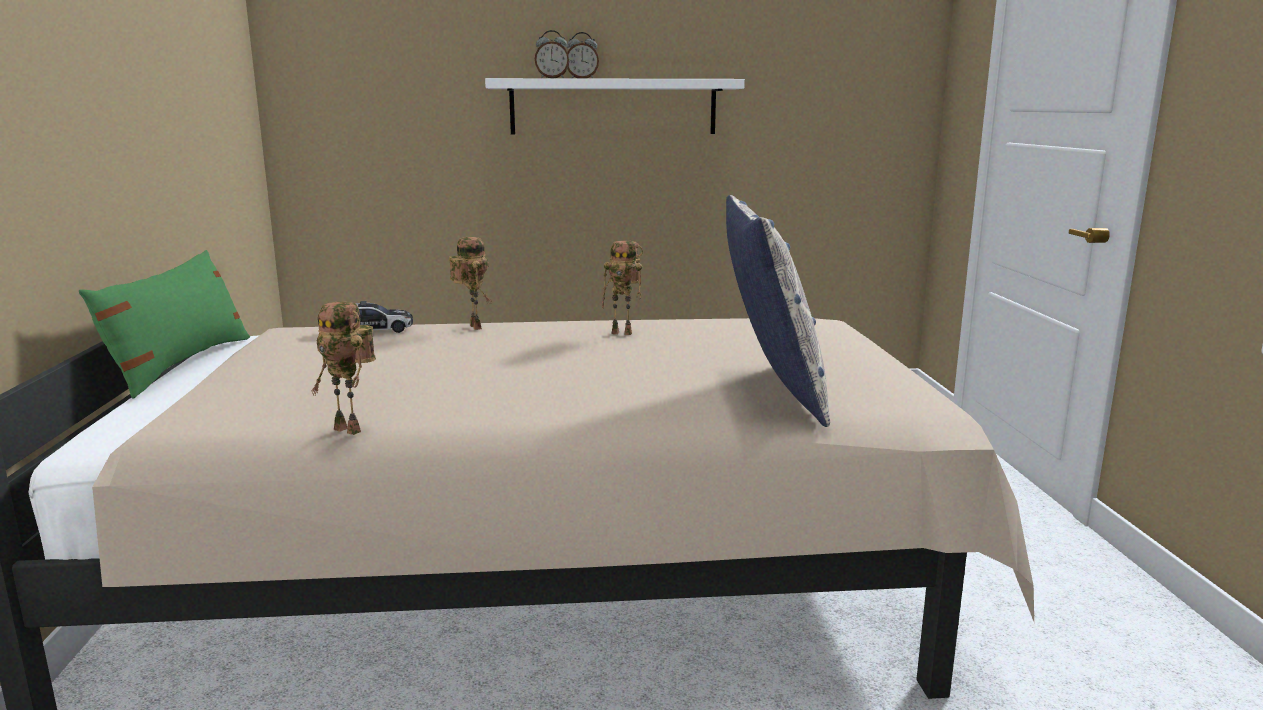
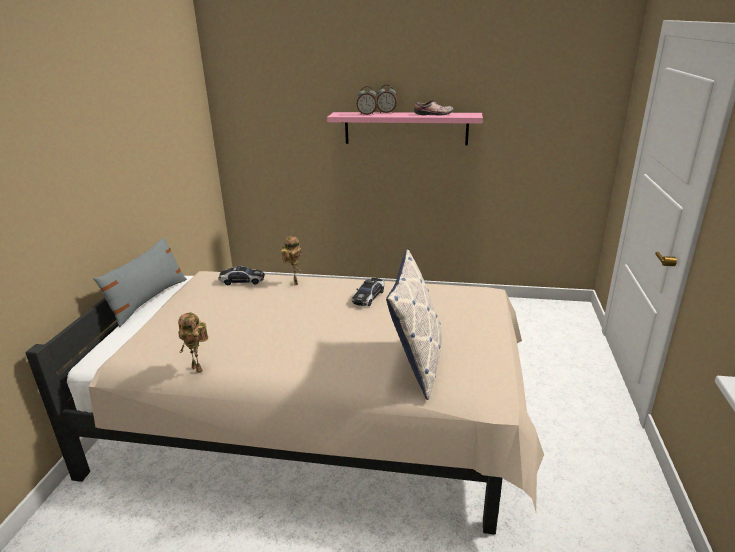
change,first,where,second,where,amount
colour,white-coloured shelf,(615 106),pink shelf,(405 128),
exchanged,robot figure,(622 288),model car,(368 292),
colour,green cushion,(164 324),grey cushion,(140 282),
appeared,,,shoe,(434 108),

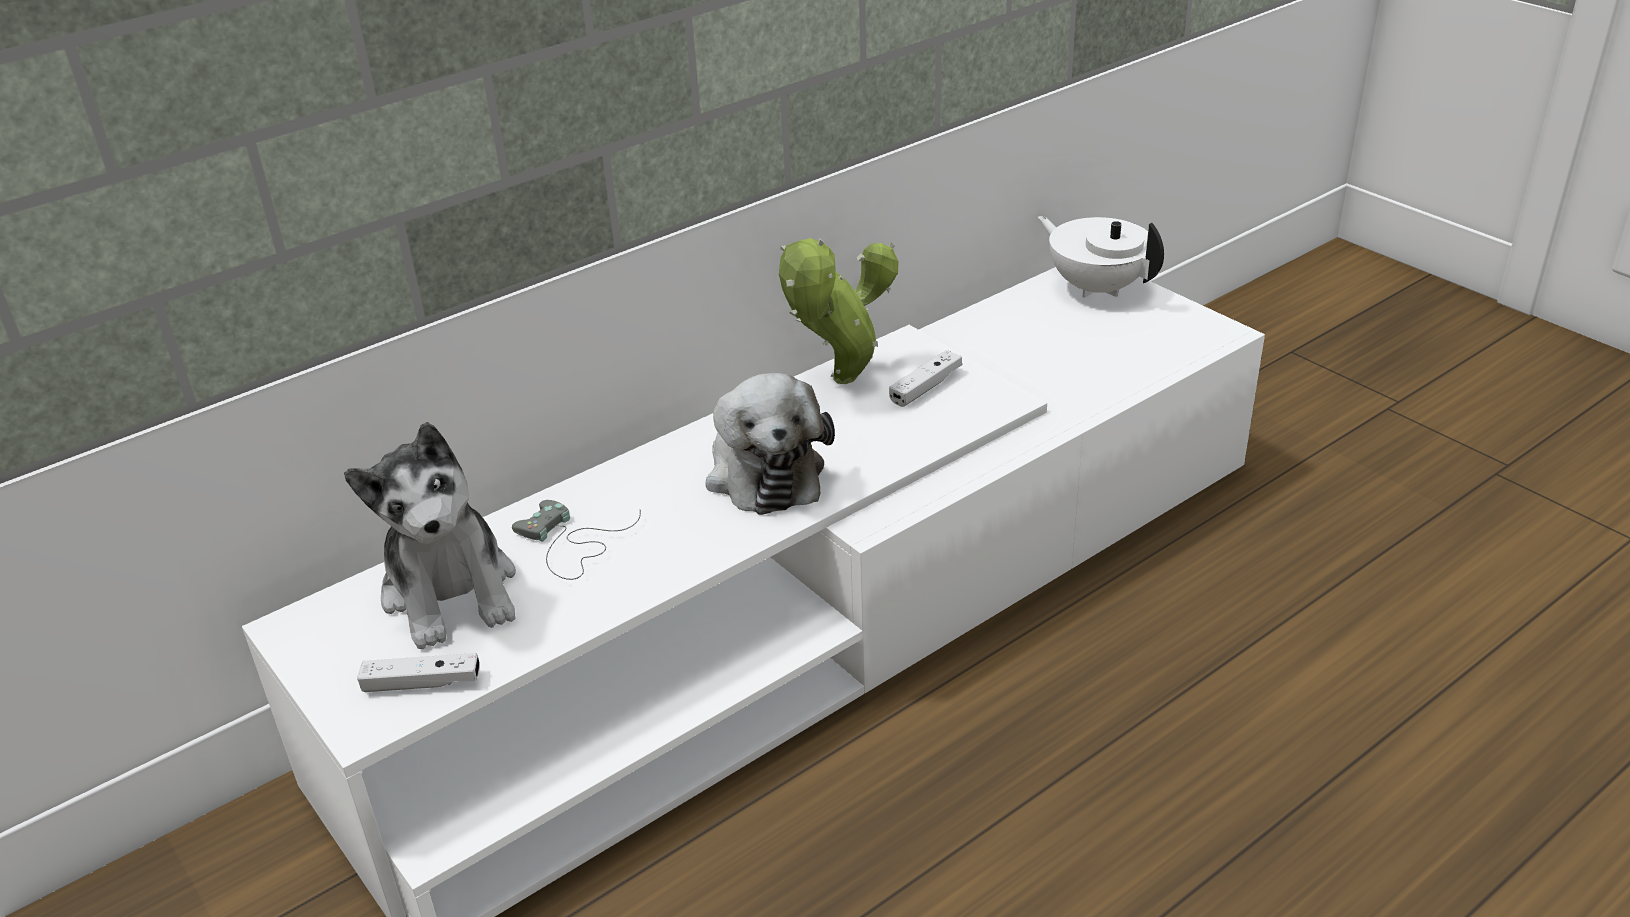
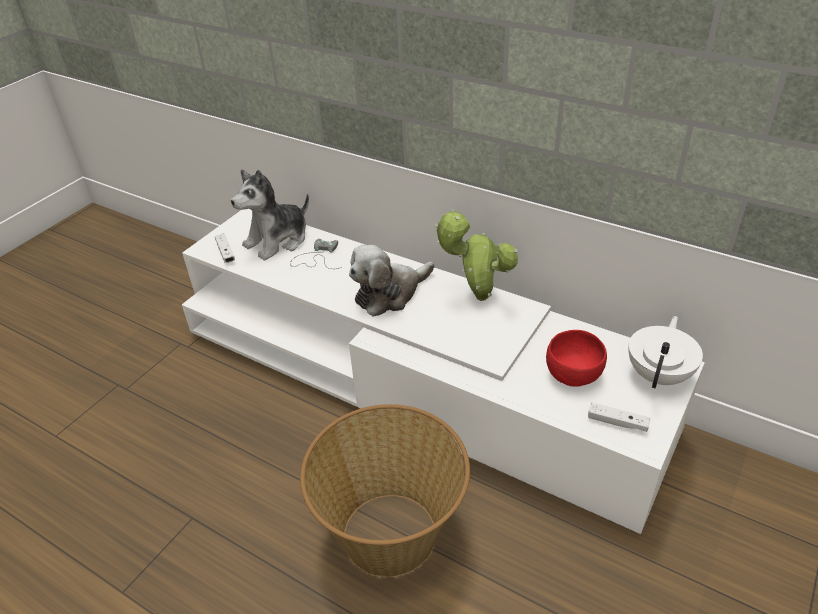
change,first,where,second,where,amount
relocated,white-coloured game controller,(925 378),,(619 417),
appeared,,,reddish serving bowl,(576 358),
appeared,,,storage basket,(385 490),

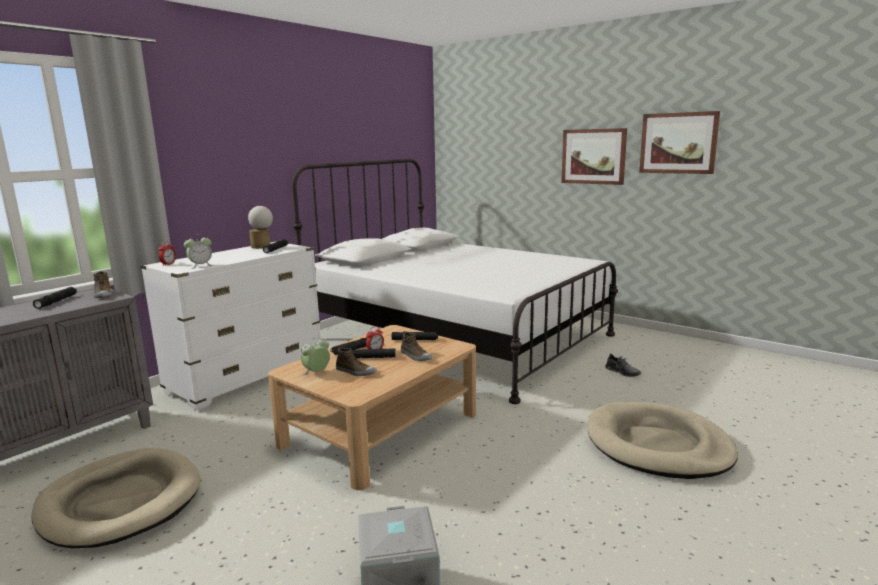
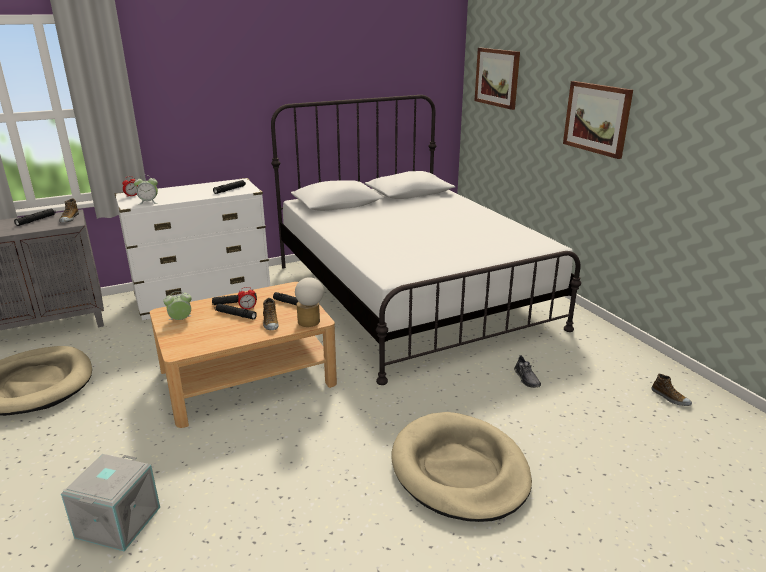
change,first,where,second,where,amount
relocated,wall picture,(679 142),,(497 79),
relocated,table lamp,(260 227),,(309 302),
relocated,shoe,(356 361),,(671 390),

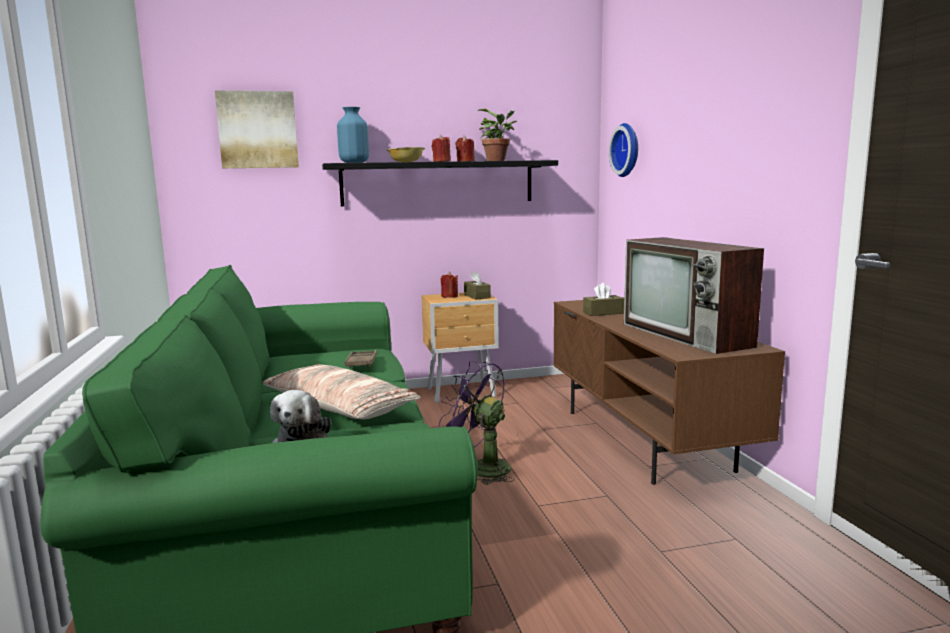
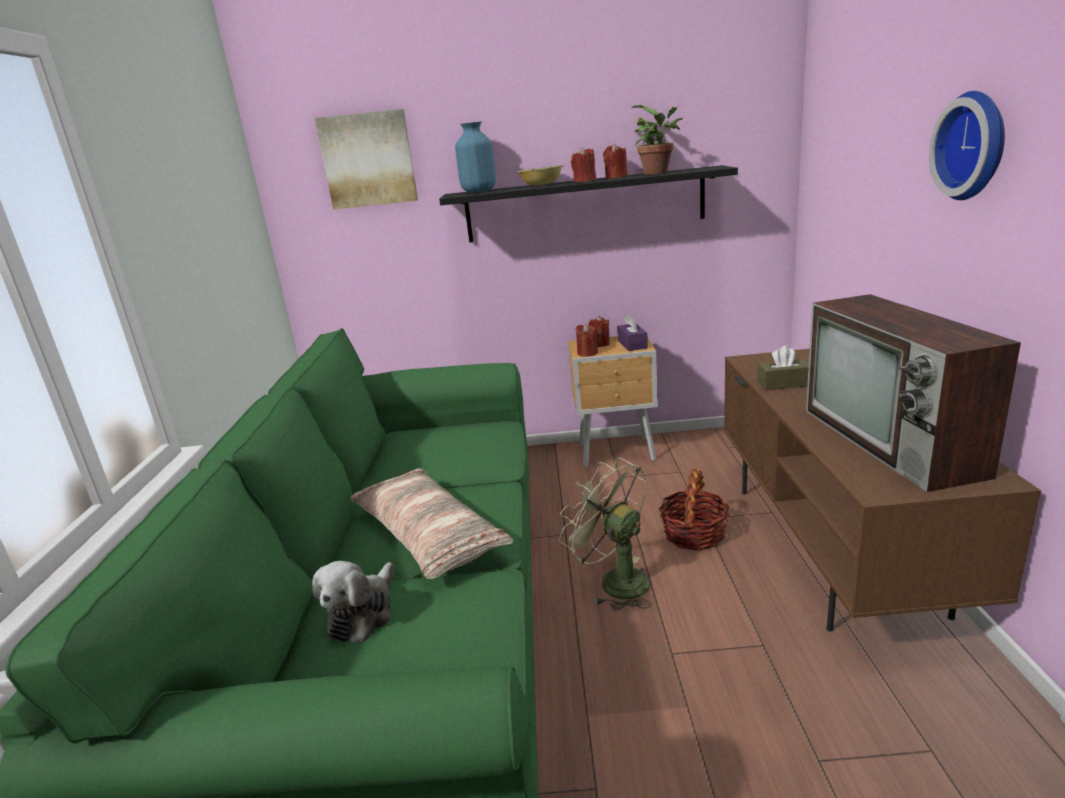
change,first,where,second,where,amount
relocated,hanging clock,(623 150),,(967 145),
colour,brown-coloured box of tissues,(477 285),purplish box of tissues,(632 332),
missing,brown-coloured carrying tray,(360 359),,,
colour,purplish electric fan,(476 423),green electric fan,(605 534),
appeared,,,reddish wax light,(587 340),
appeared,,,storage basket,(694 509),

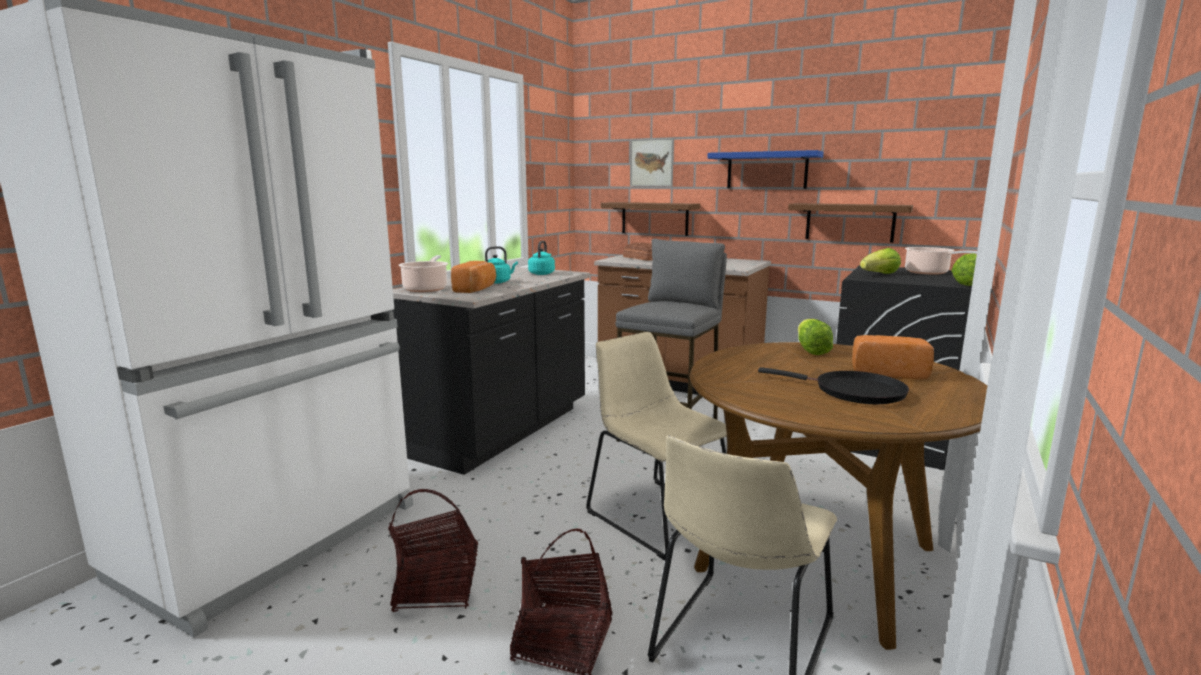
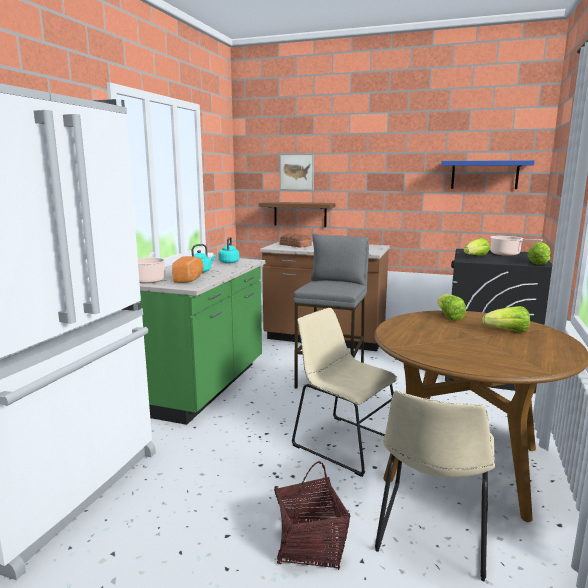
change,first,where,second,where,amount
relocated,blue shelf,(765 169),,(488 174),
missing,brown-coloured shelf,(850 223),,,
colour,black counter,(491 370),green counter,(202 341),
exchanged,bakery bread,(893 357),lettuce head,(506 319),
missing,black frying pan,(833 385),,,
missing,storage basket,(433 550),,,

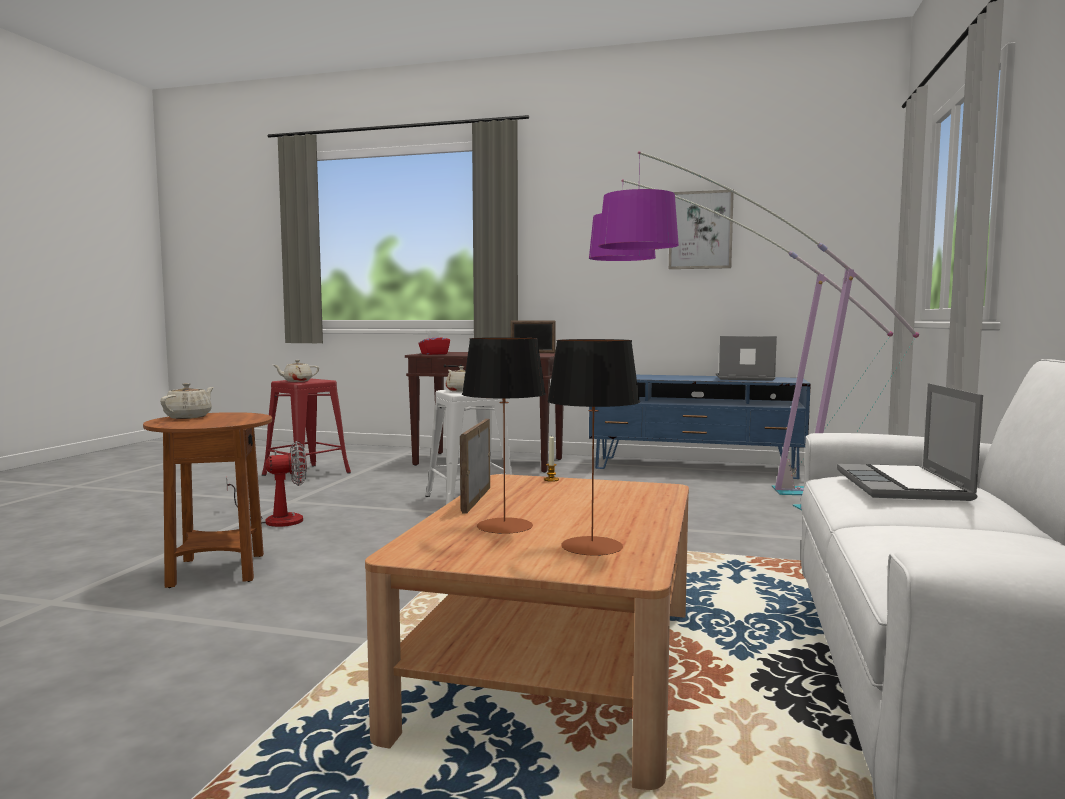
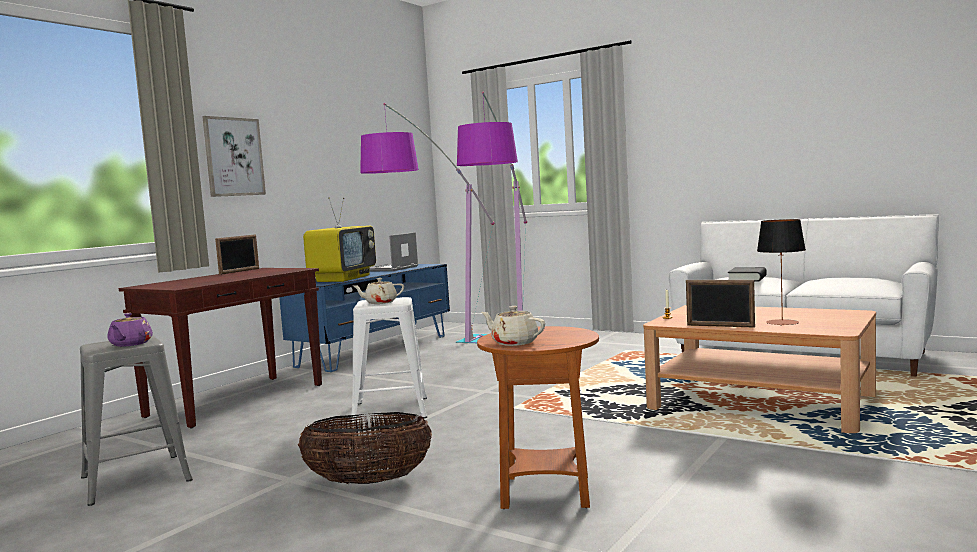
change,first,where,second,where,amount
relocated,wall picture,(701 229),,(234 156),
missing,reddish box of tissues,(434 343),,,
missing,table lamp,(594 447),,,
colour,beige-coloured teapot,(296 371),purplish teapot,(130 330),
colour,reddish stool,(306 431),grey stool,(136 420),
exchanged,laptop,(910 442),black bound book,(747 274),
exchanged,electric fan,(266 484),storage basket,(365 448),
appeared,,,television,(339 240),

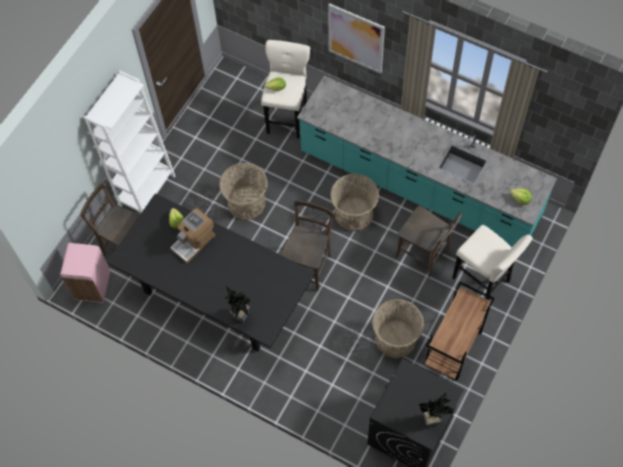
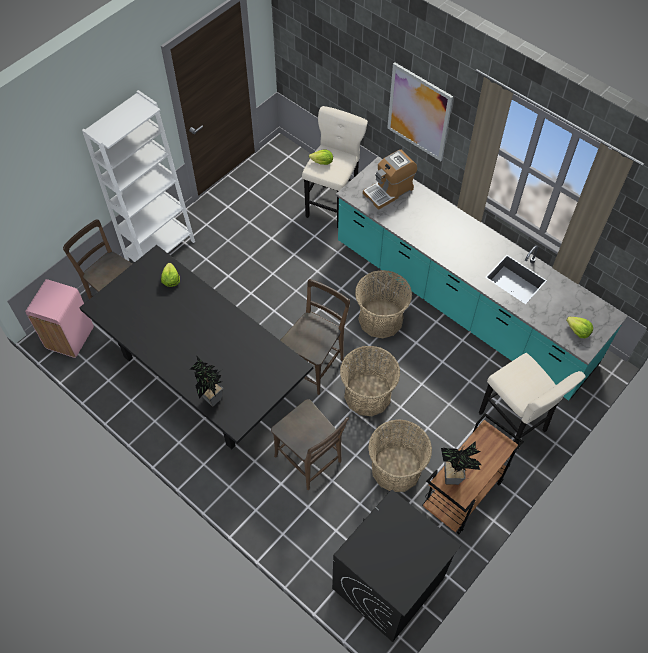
change,first,where,second,where,amount
relocated,storage basket,(243 191),,(370 381),
relocated,brown-coloured chair,(428 241),,(310 444),
relocated,coffee brewer,(192 235),,(390 180),
relocated,potted plant,(436 409),,(461 463),

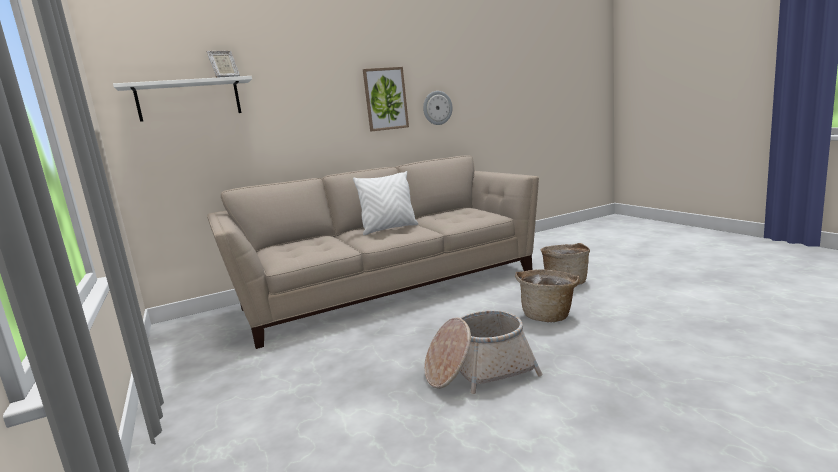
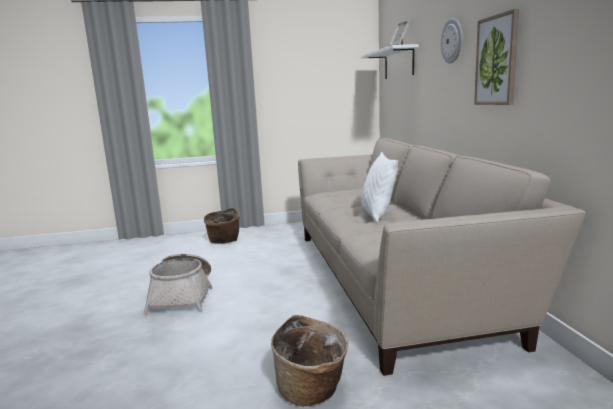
change,first,where,second,where,amount
relocated,hanging clock,(438 108),,(452 41),
relocated,storage basket,(547 295),,(222 226),

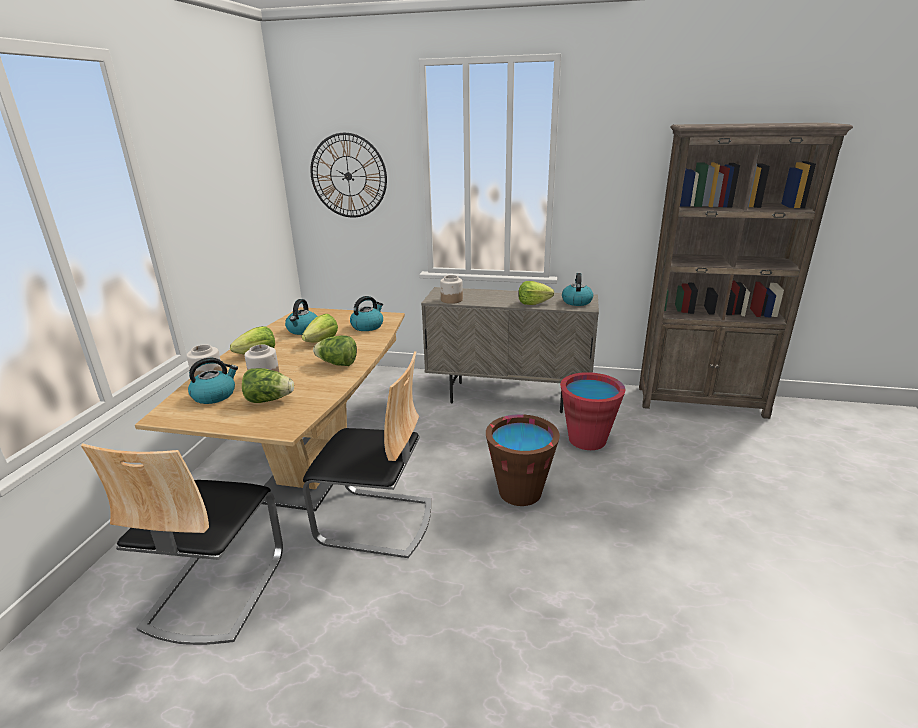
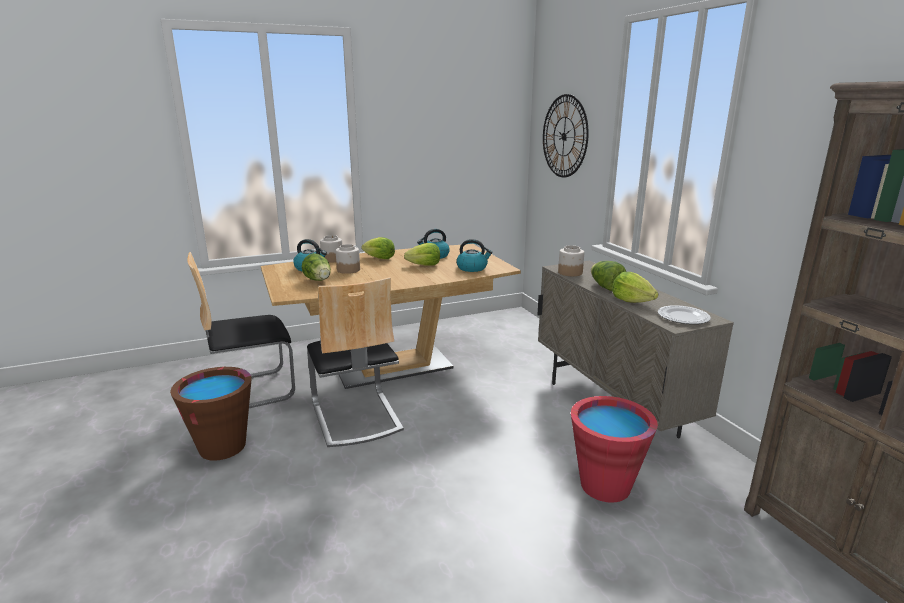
change,first,where,second,where,amount
exchanged,tea kettle,(577 289),dinner plate,(684 314),
relocated,lettuce head,(335 350),,(608 276),
relocated,brown-coloured bucket,(523 460),,(211 414),

